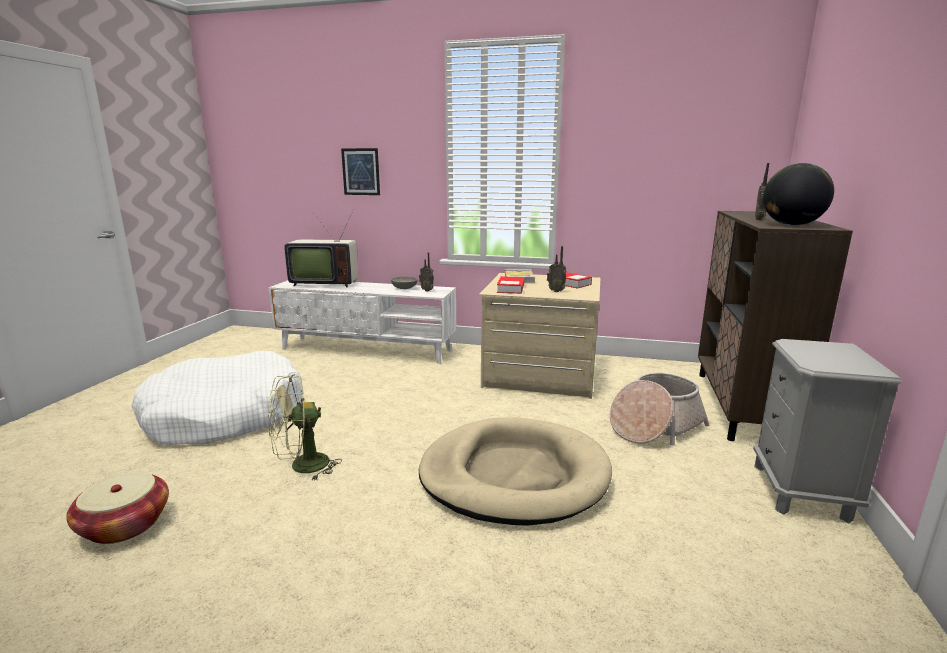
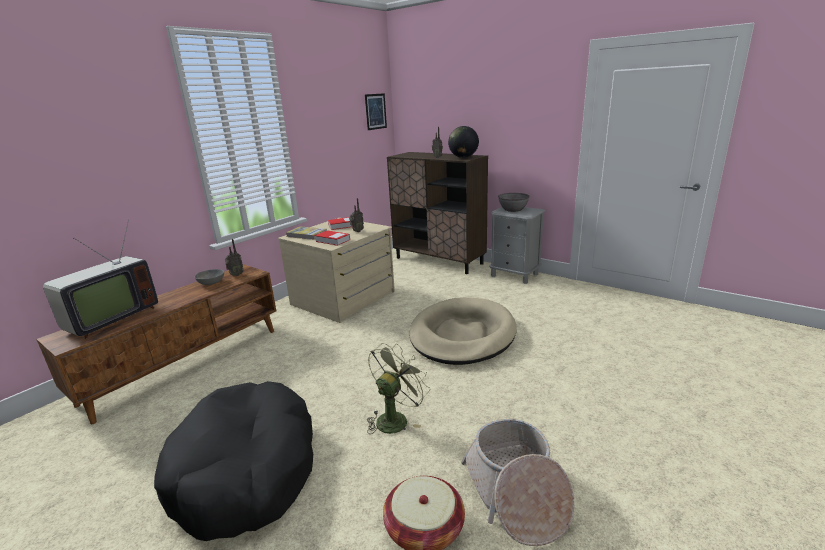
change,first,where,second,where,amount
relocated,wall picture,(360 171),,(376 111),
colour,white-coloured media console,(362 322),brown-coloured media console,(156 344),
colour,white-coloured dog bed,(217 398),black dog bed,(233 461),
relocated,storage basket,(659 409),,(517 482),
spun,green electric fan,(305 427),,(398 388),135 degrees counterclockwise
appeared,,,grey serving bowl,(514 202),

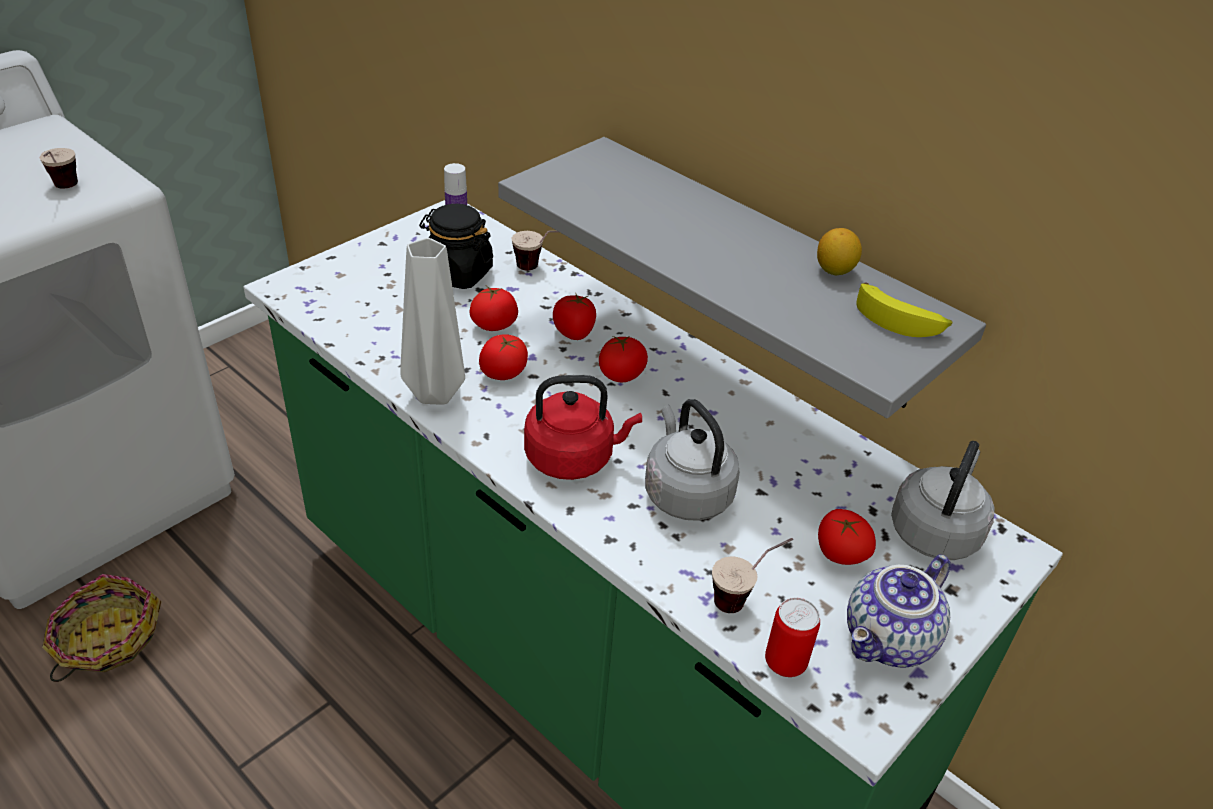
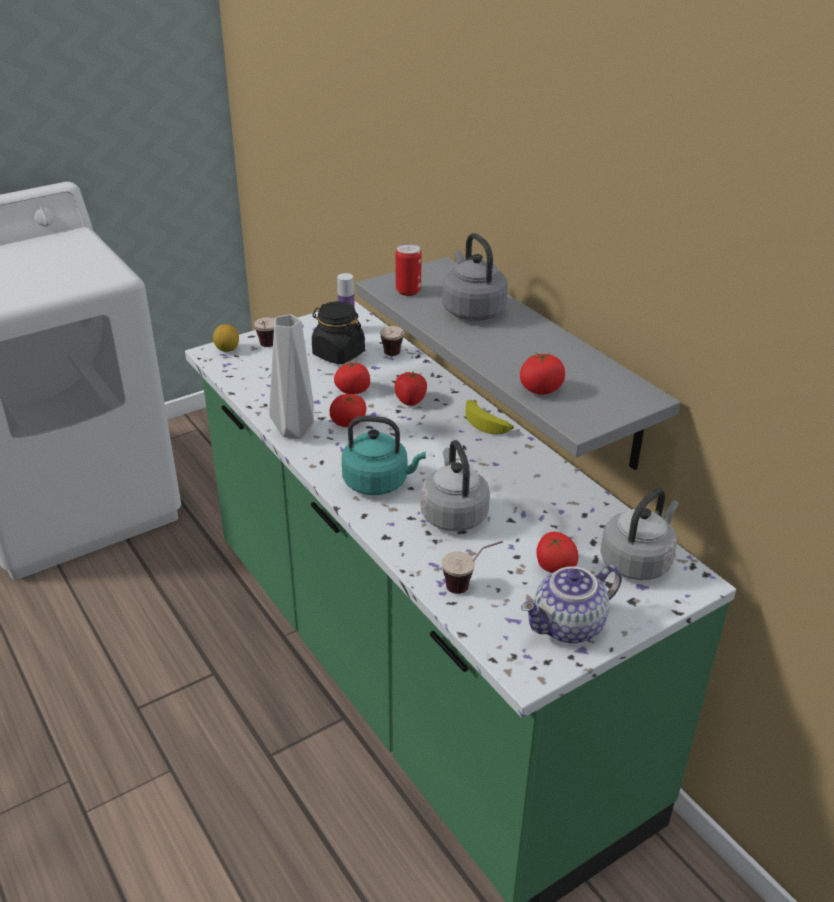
change,first,where,second,where,amount
relocated,small cup,(59 168),,(264 332),
relocated,citrus fruit,(839 251),,(226 338),
relocated,banana,(904 309),,(490 417),
relocated,tomato,(623 358),,(542 373),
colour,reddish tea kettle,(583 427),turquoise-coloured tea kettle,(384 455),
missing,storage basket,(102 628),,,
relocated,can,(792 637),,(409 270),
appeared,,,grey tea kettle,(475 277),

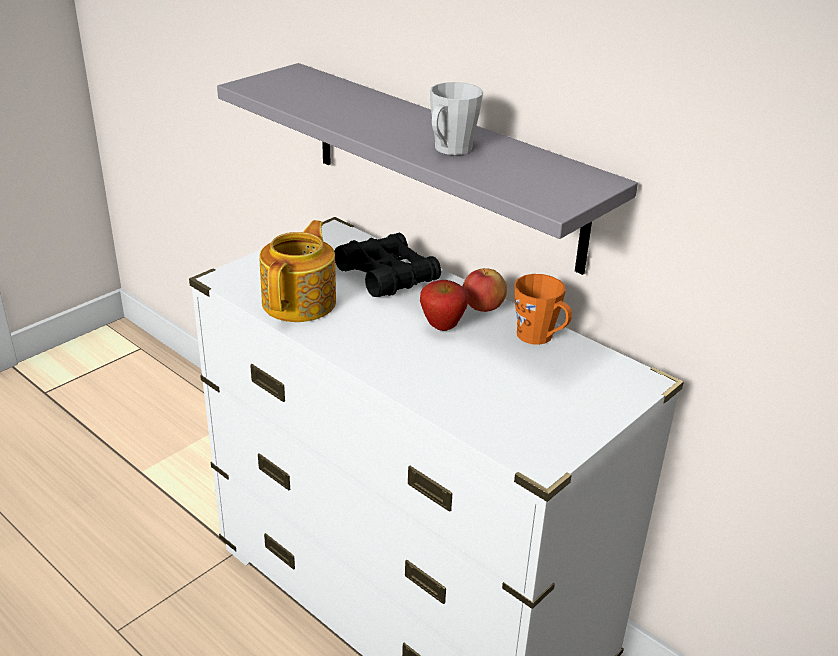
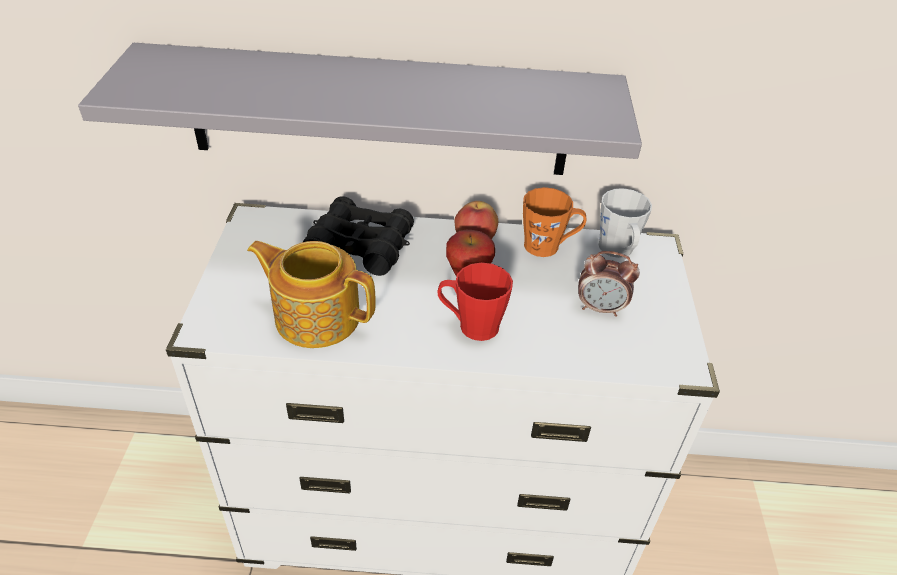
change,first,where,second,where,amount
relocated,grey tea mug,(456 118),,(625 223),
spun,teapot,(297 271),,(311 294),45 degrees counterclockwise
appeared,,,table clock,(609 284),
appeared,,,reddish tea mug,(475 301),

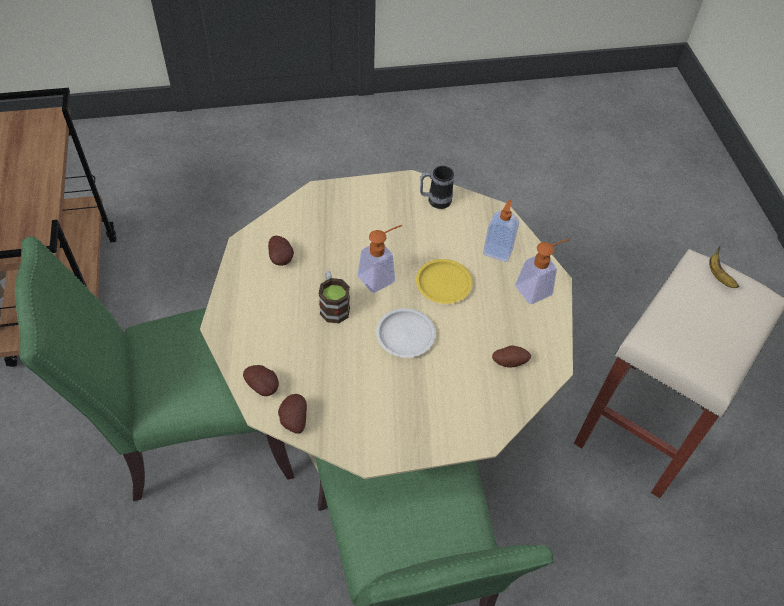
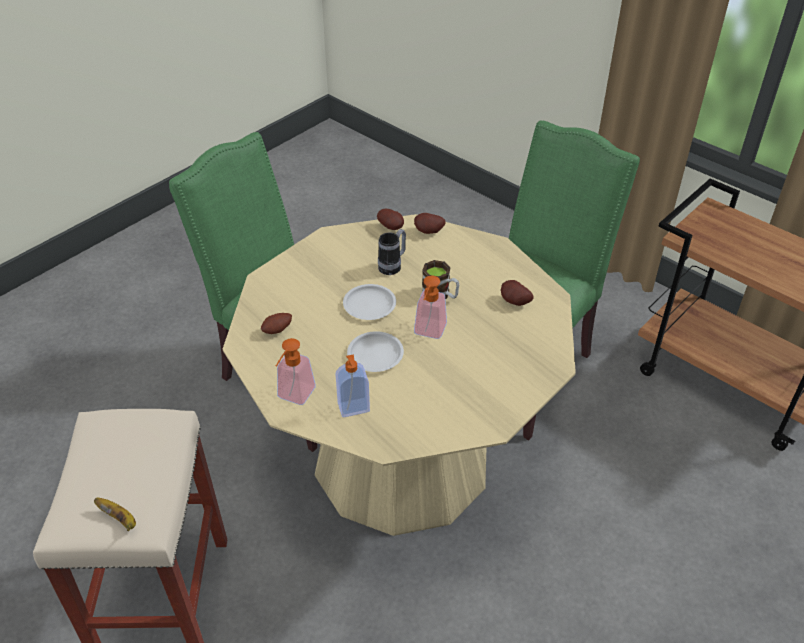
change,first,where,second,where,amount
relocated,tea mug,(437 187),,(392 252),
colour,yellow-coloured dinner plate,(444 281),white-coloured dinner plate,(375 351),

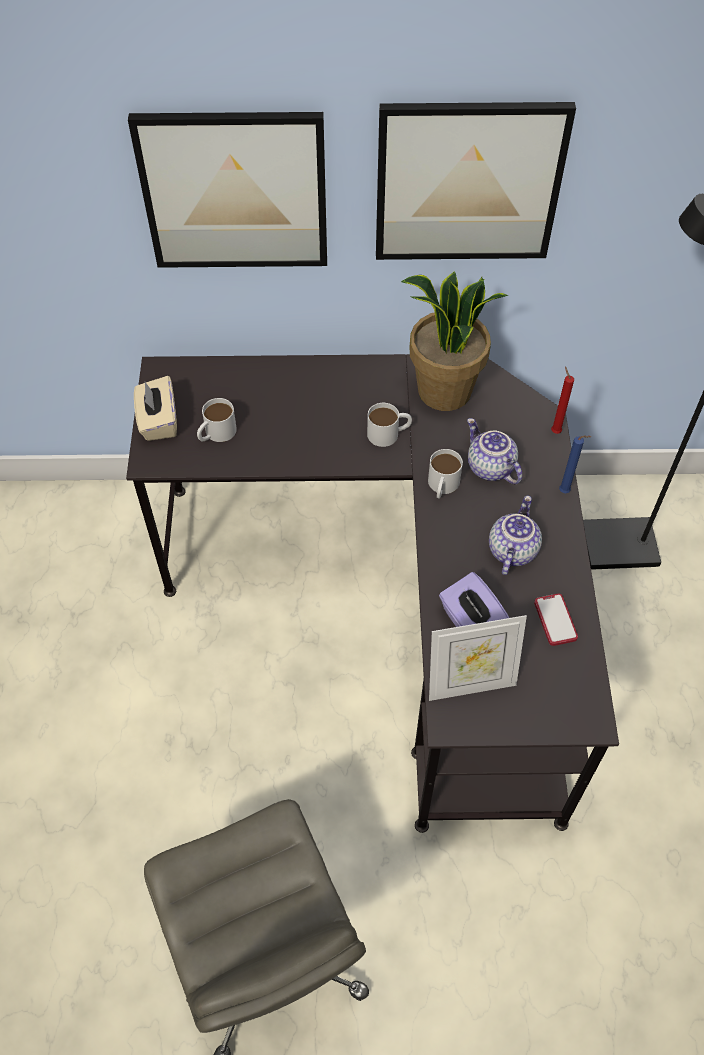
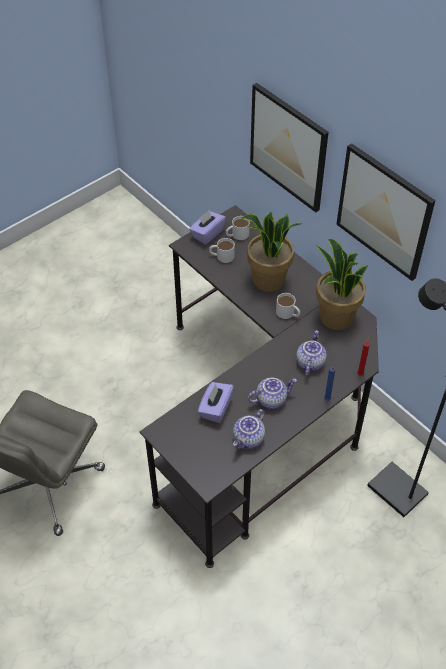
change,first,where,second,where,amount
colour,beige-coloured box of tissues,(155 408),purplish box of tissues,(207 227),
relocated,white-coloured tea mug,(445 474),,(238 228),
exchanged,phone,(556 620),teapot,(249 429),
missing,standing frame,(478 658),,,
appeared,,,potted plant,(271 251),

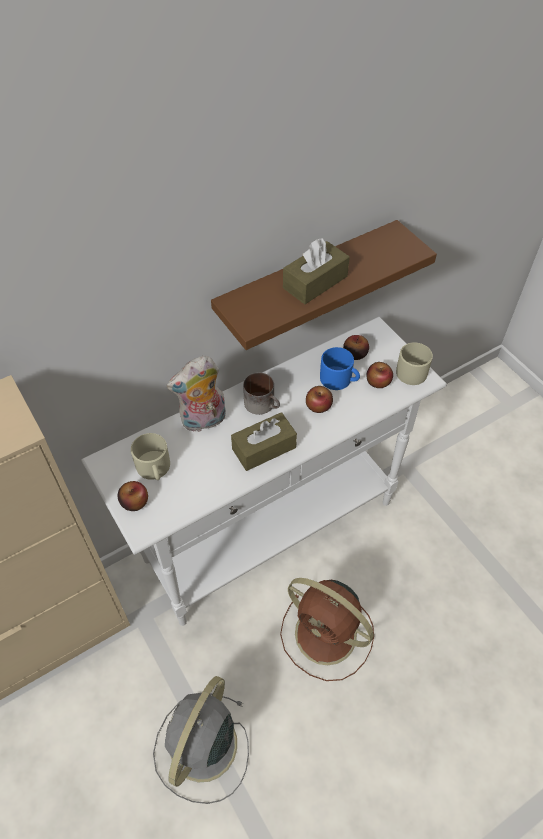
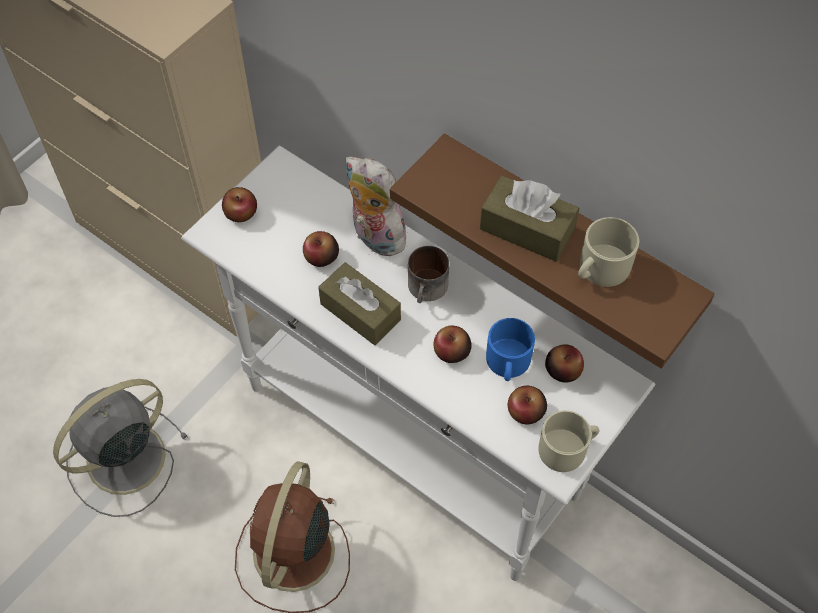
change,first,where,second,where,amount
relocated,beige-coloured tea mug,(150 456),,(608 252),
spun,grey electric fan,(201 740),,(120 448),45 degrees counterclockwise
appeared,,,apple,(321 249),

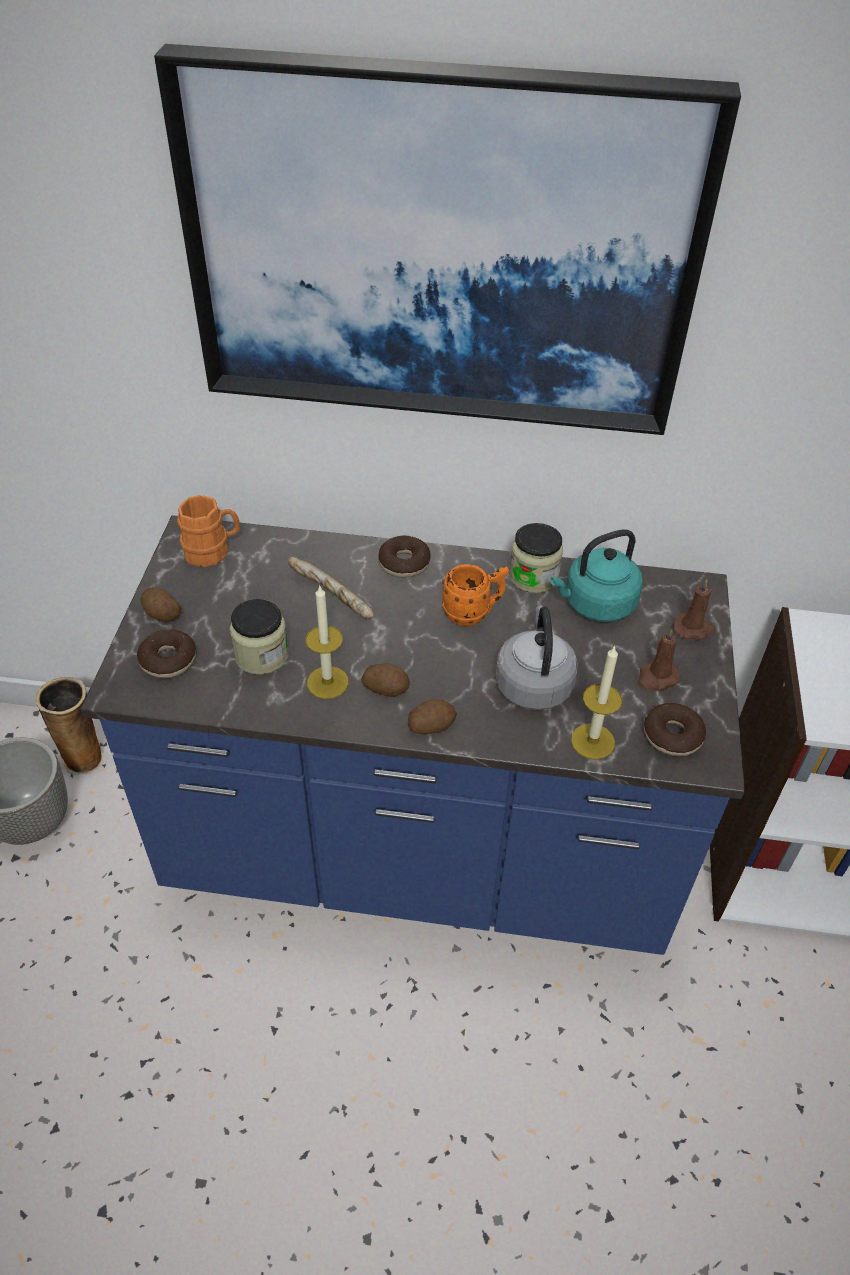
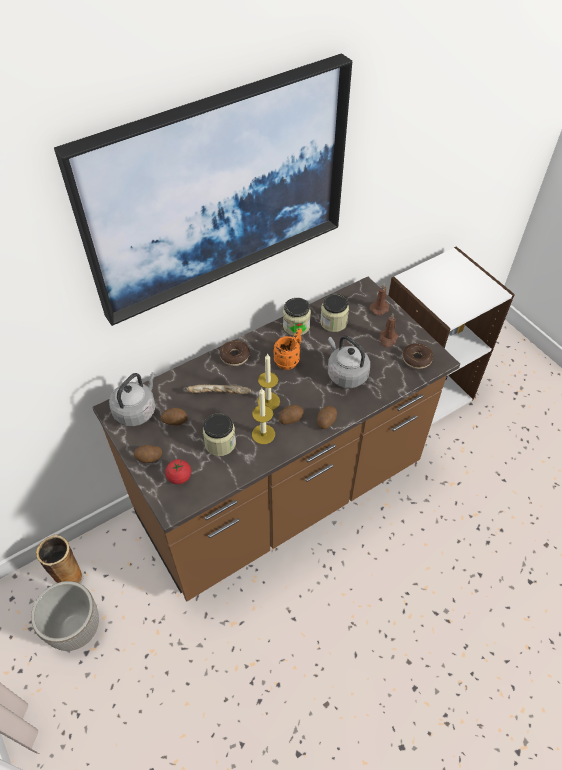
change,first,where,second,where,amount
exchanged,orange-coloured tea mug,(208 531),grey tea kettle,(132 399),
colour,blue counter,(413 735),brown-coloured counter,(276 439),
exchanged,turquoise-coloured tea kettle,(596 575),preserve jar,(334 313),
exchanged,donut,(166 653),tomato,(178 471),
relocated,wax light,(596 702),,(268 381),
appeared,,,spud,(174 417),

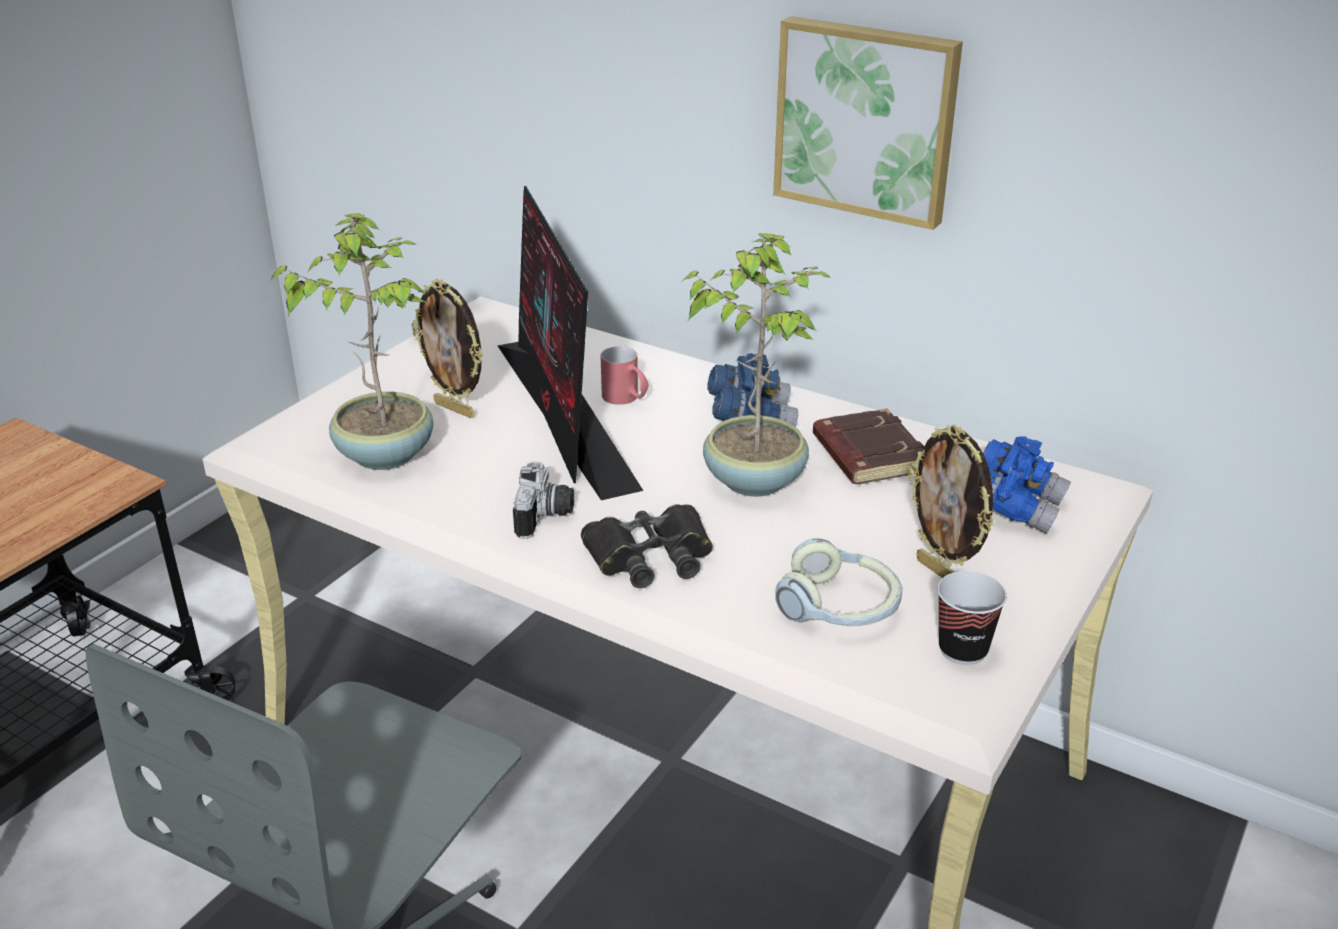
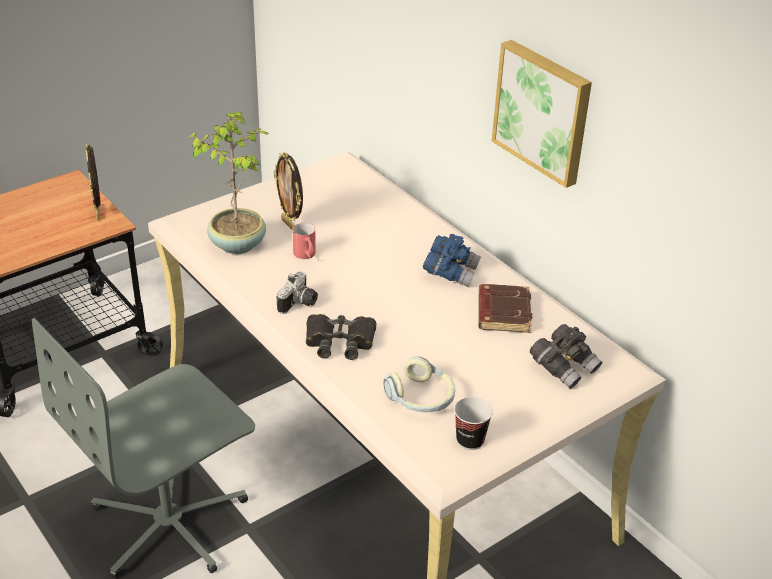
change,first,where,second,where,amount
missing,computer screen,(570 343),,,
missing,potted plant,(756 365),,,
relocated,reddish tea mug,(624 375),,(304 241),
relocated,standing frame,(951 501),,(93 182),
colour,blue binoculars,(1027 485),grey binoculars,(566 356),

